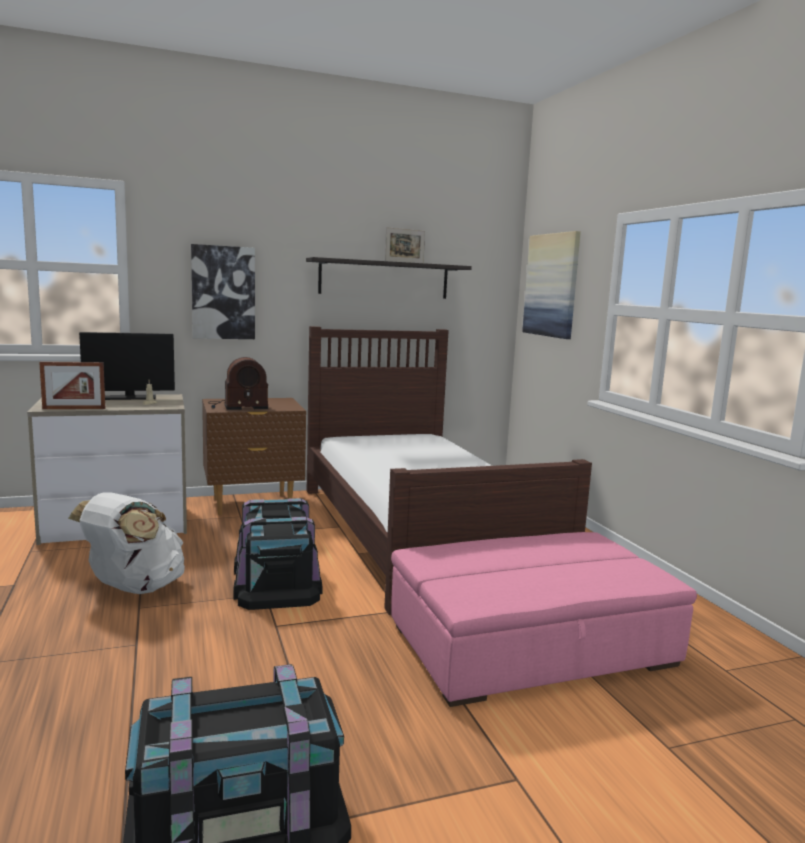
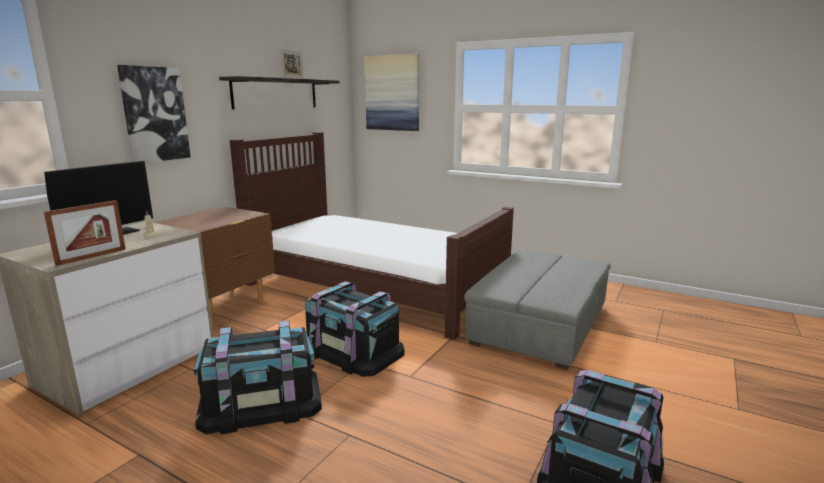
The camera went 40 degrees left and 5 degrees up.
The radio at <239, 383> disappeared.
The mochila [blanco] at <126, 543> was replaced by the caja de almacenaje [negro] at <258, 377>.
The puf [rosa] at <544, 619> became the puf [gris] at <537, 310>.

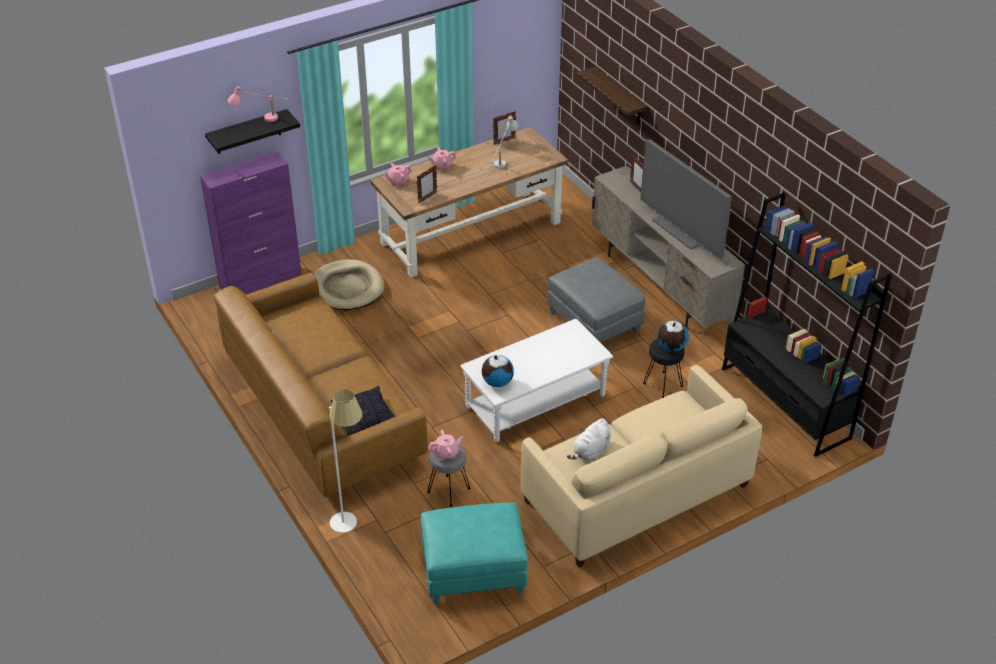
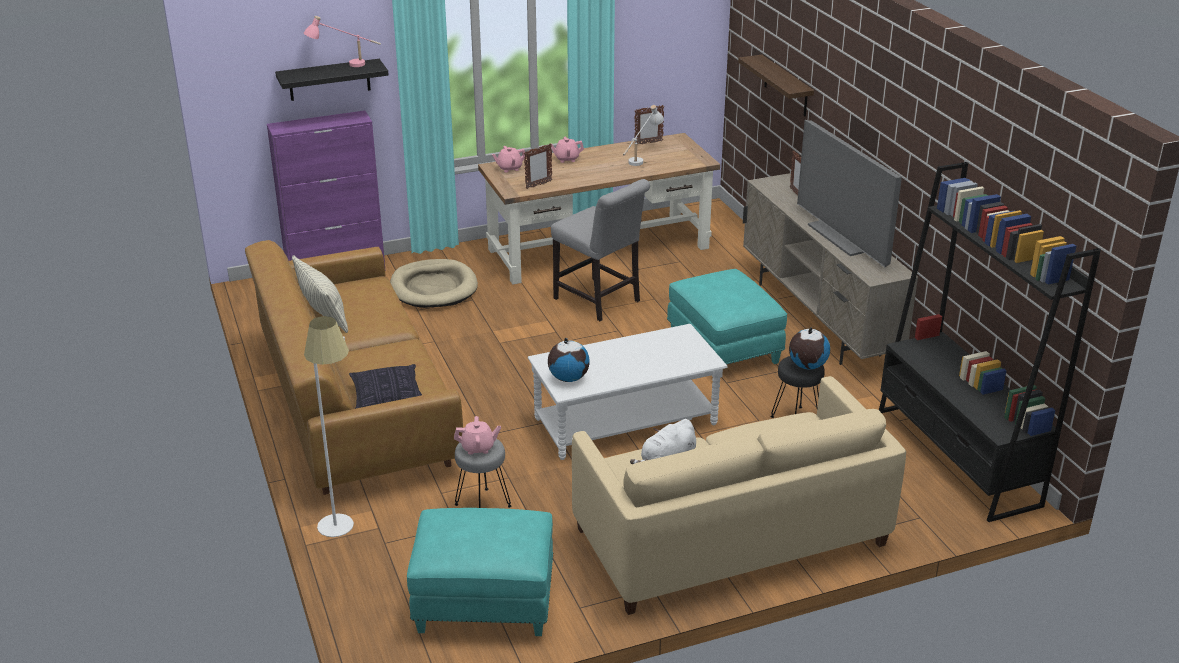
The camera went 10 degrees right and 10 degrees down.
The cojín at <320, 294> appeared.
The silla [gris] at <600, 250> appeared.
The puf [gris] at <596, 300> became the puf [turquesa] at <727, 317>.

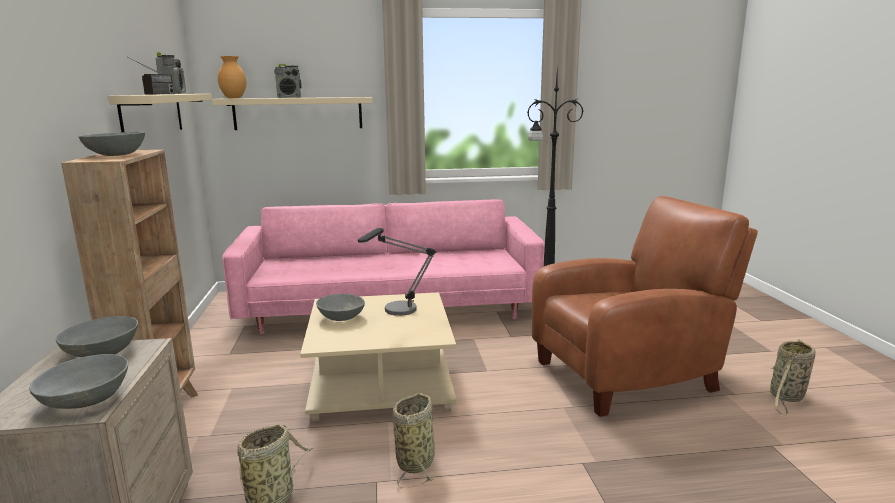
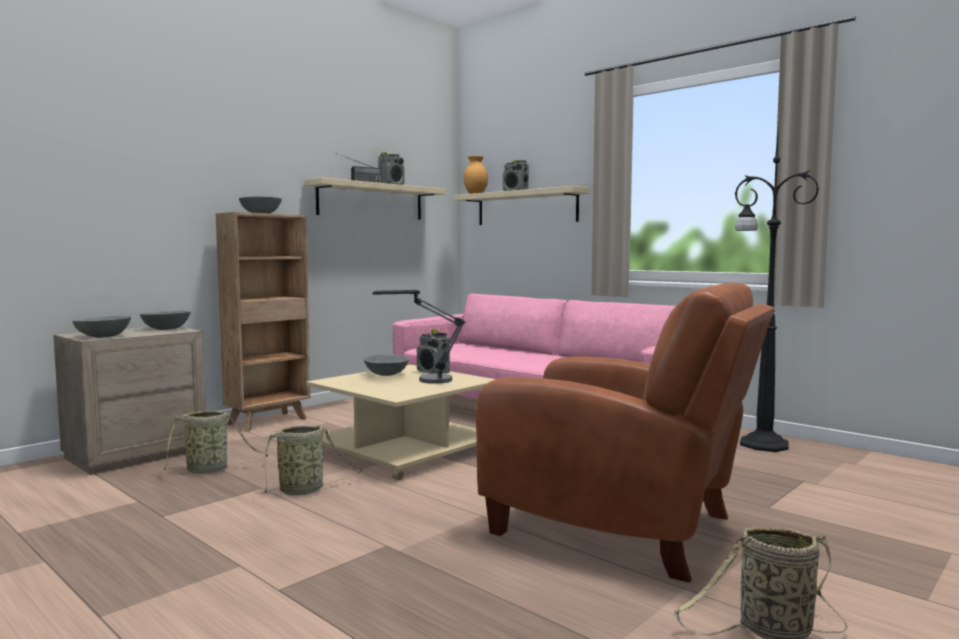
The camera went 50 degrees right and 10 degrees down.
The radio at <433, 351> appeared.

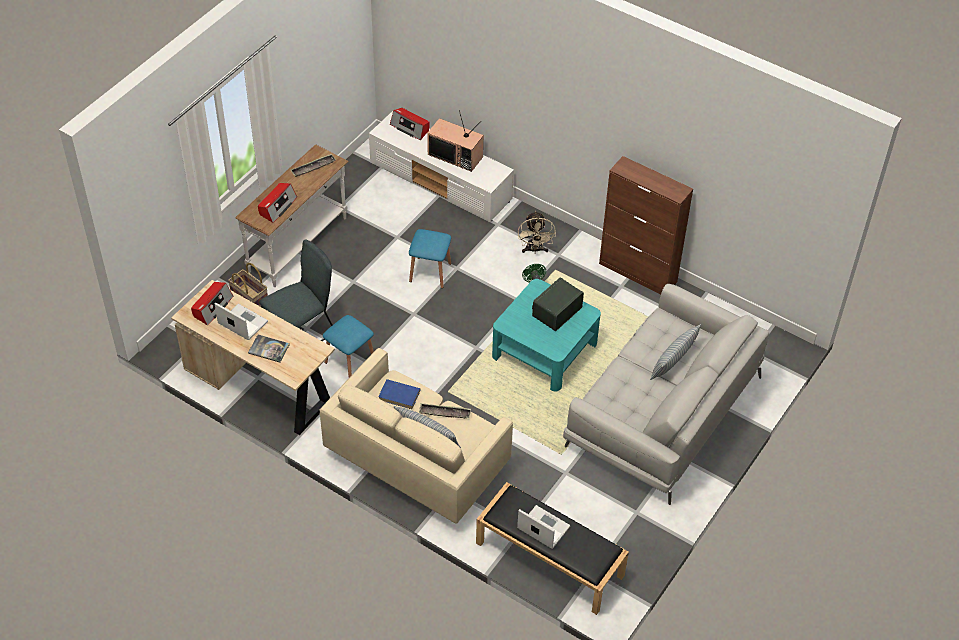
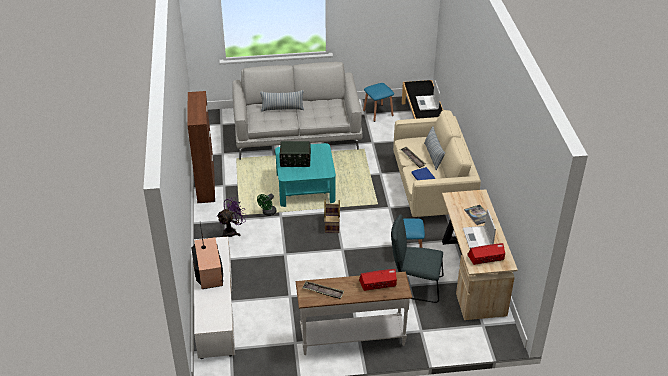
The camera went 130 degrees left and 10 degrees down.
The radio at <410, 124> disappeared.
The cesta moved from <248, 285> to <332, 216>.
The taburete [azul] moved from <430, 258> to <378, 102>.
The ventilador [beis] at <537, 232> became the ventilador [morado] at <231, 217>.

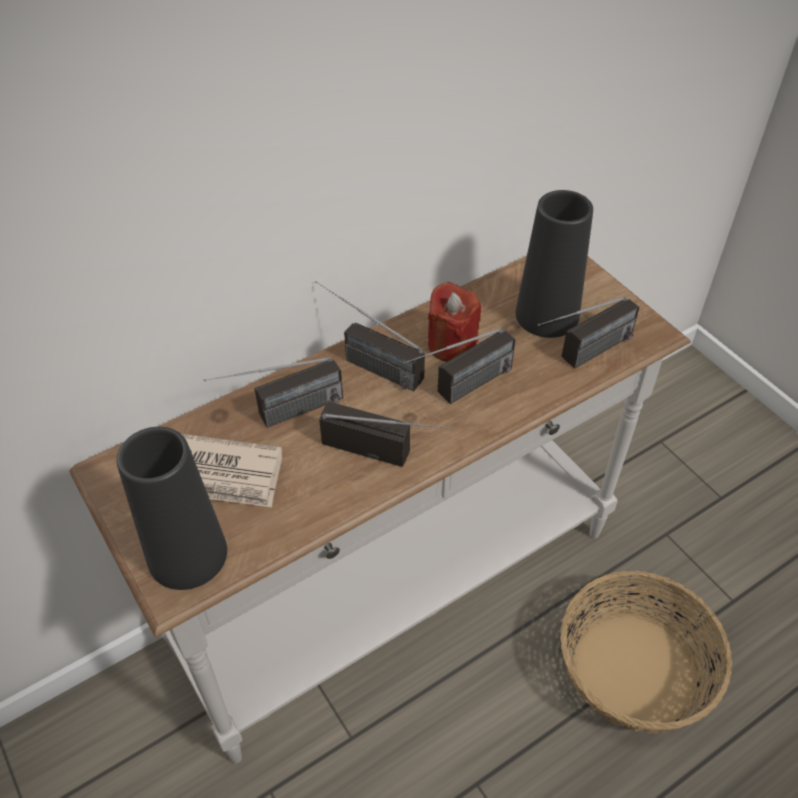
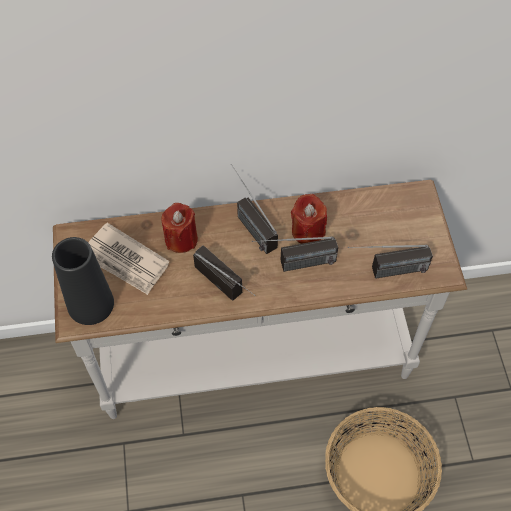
The camera went 25 degrees right and 10 degrees up.
The florero [negro] at <554, 264> disappeared.
The radio at <273, 392> was replaced by the vela [rojo] at <179, 228>.

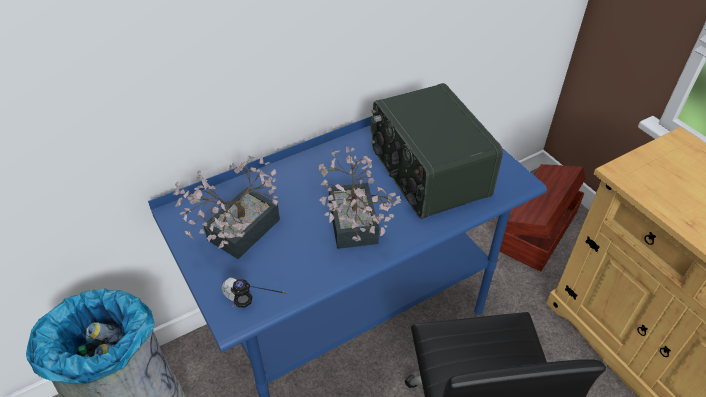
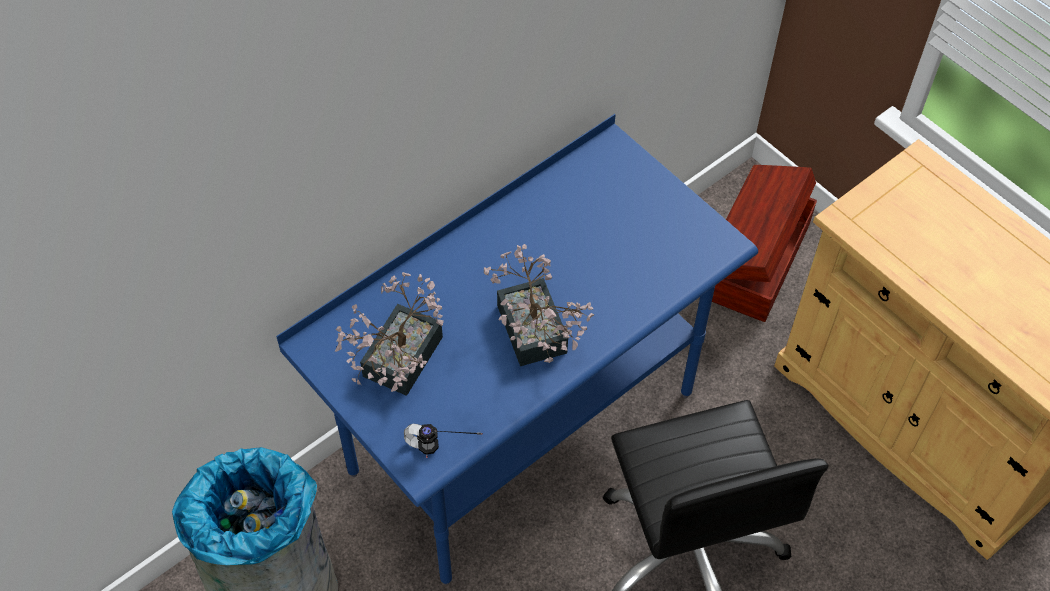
The camera went 10 degrees left and 10 degrees up.
The radio at <436, 151> disappeared.

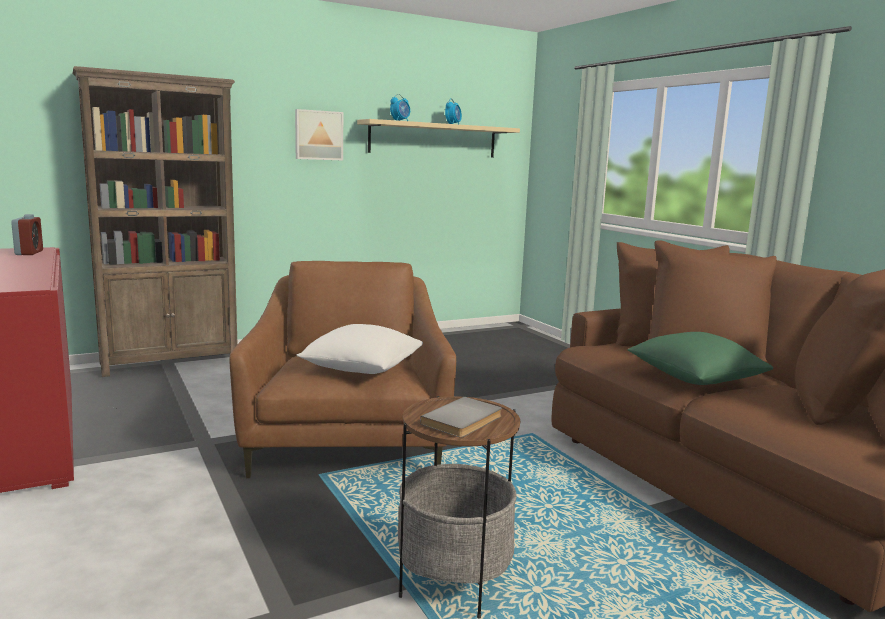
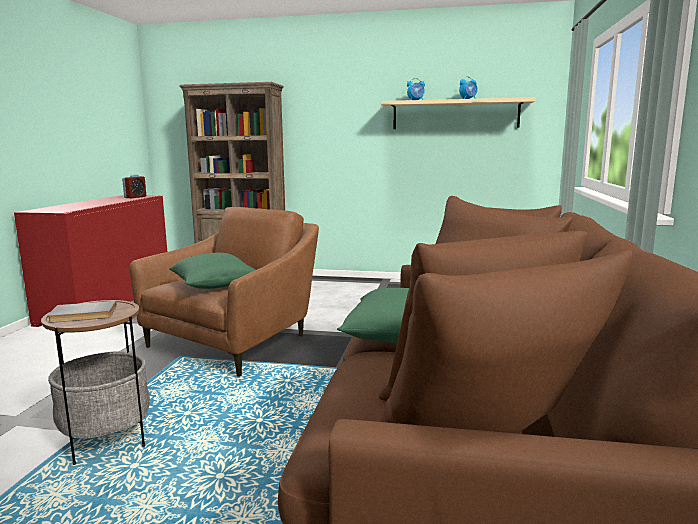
The camera went 40 degrees right and 0 degrees up.
The cuadro at <319, 134> disappeared.
The cojín [blanco] at <360, 349> became the cojín [verde] at <212, 271>.

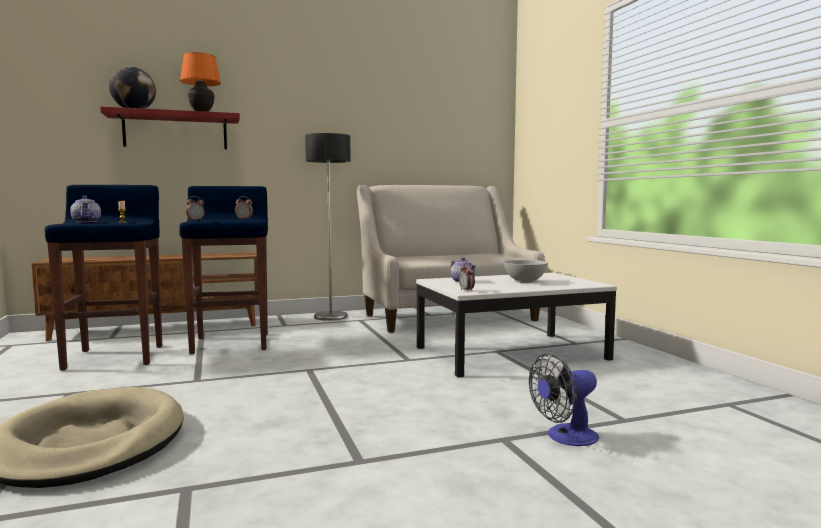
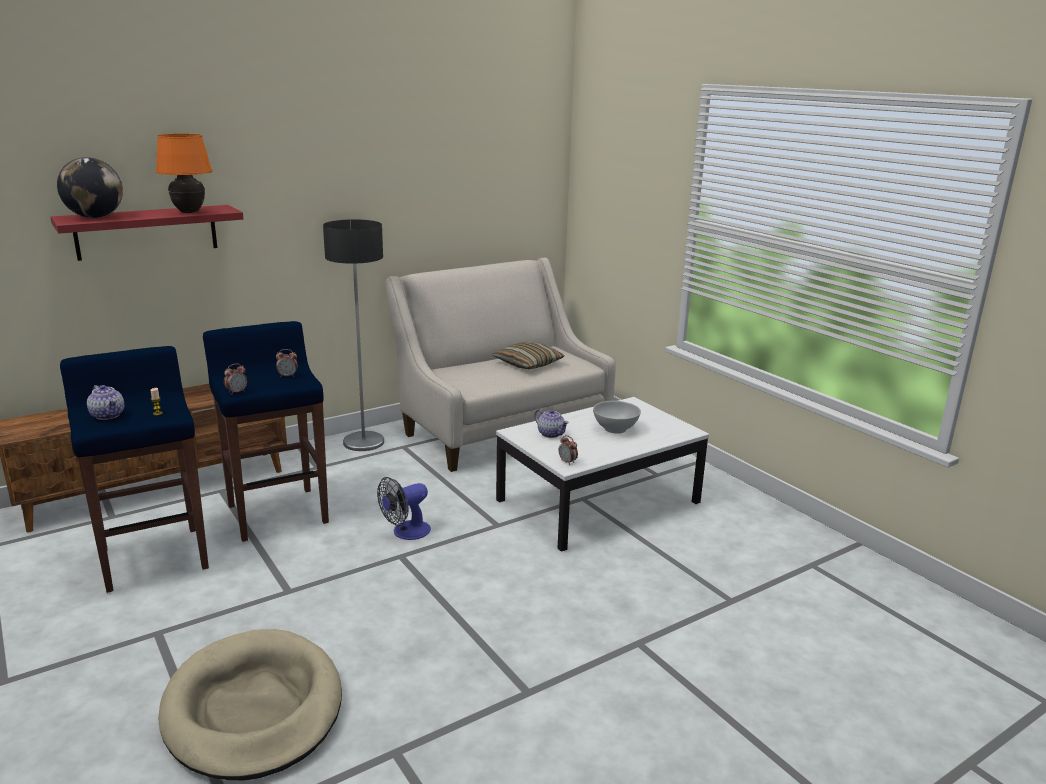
The camera went 15 degrees left and 15 degrees up.
The cojín at <528, 355> appeared.
The ventilador moved from <564, 399> to <404, 508>.

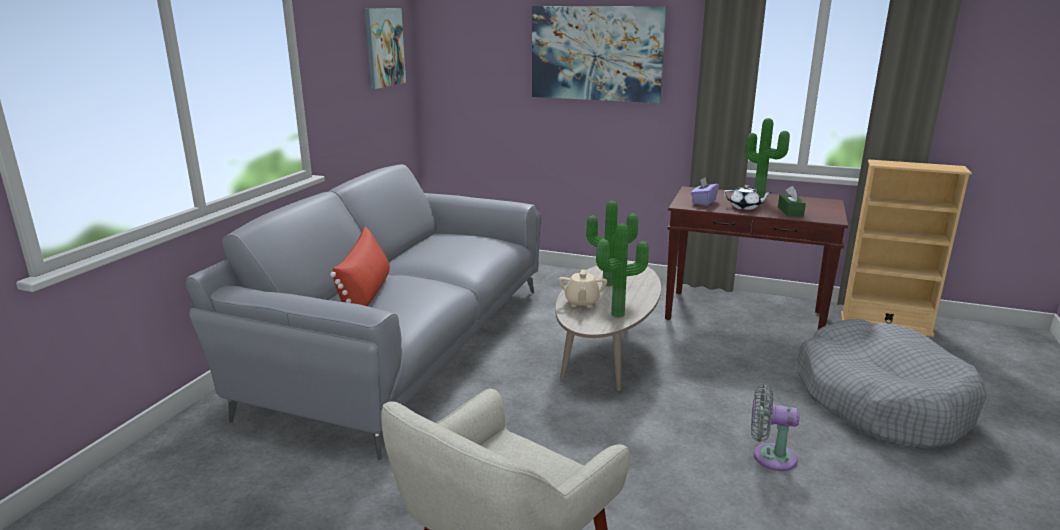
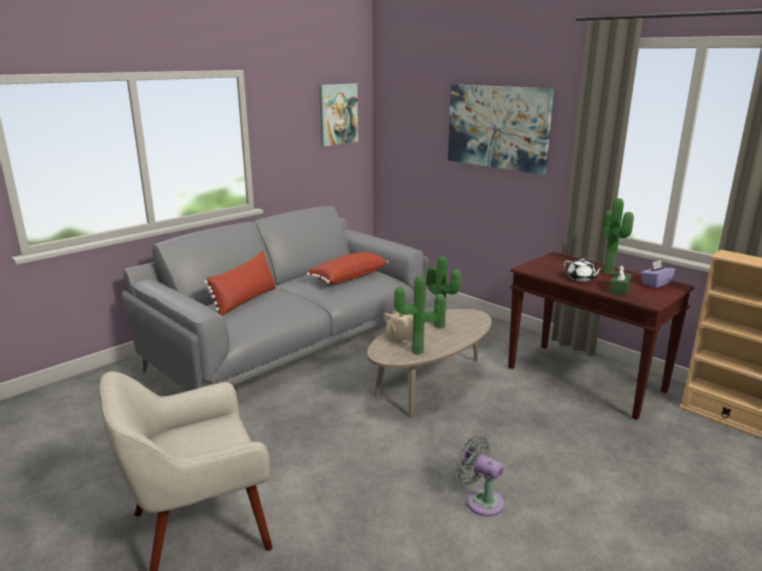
The camera went 25 degrees right and 0 degrees up.
The cama para perro [gris] at <892, 384> disappeared.
The cojín [rojo] at <347, 268> appeared.
The caja de pañuelos [morado] moved from <705, 191> to <658, 274>.

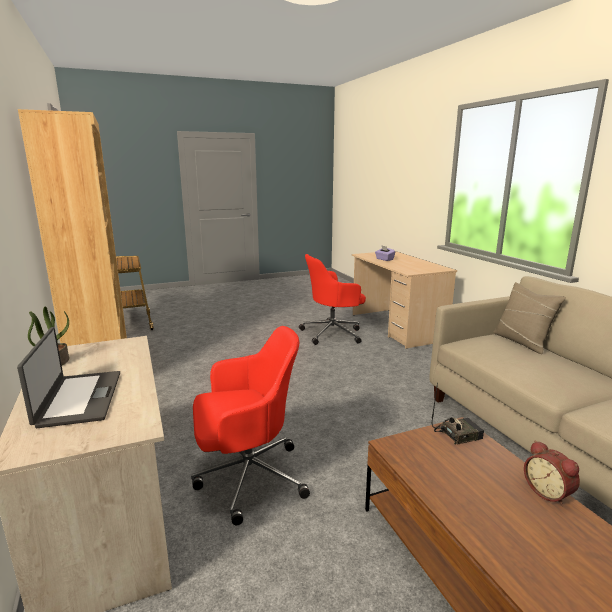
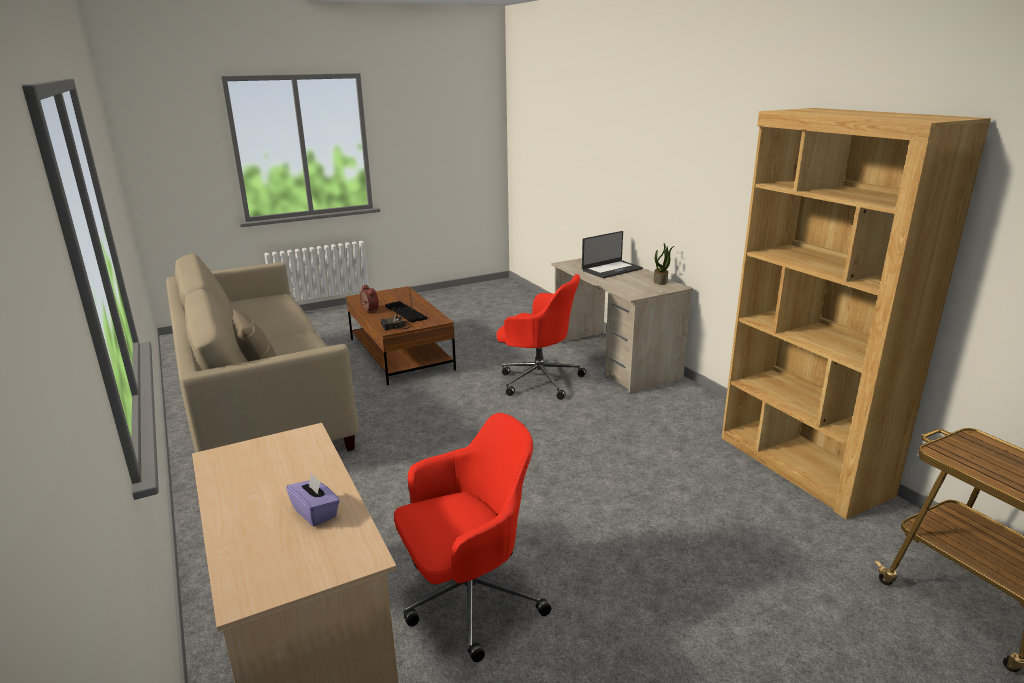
The camera went 175 degrees right and 5 degrees up.
The teclado at <406, 311> appeared.
The portátil at <68, 377> turned 105 degrees counterclockwise.
The silla de oficina [rojo] at <250, 425> turned 135 degrees counterclockwise.

